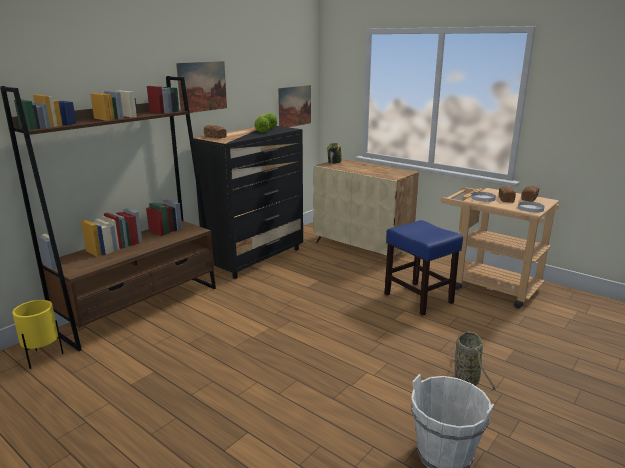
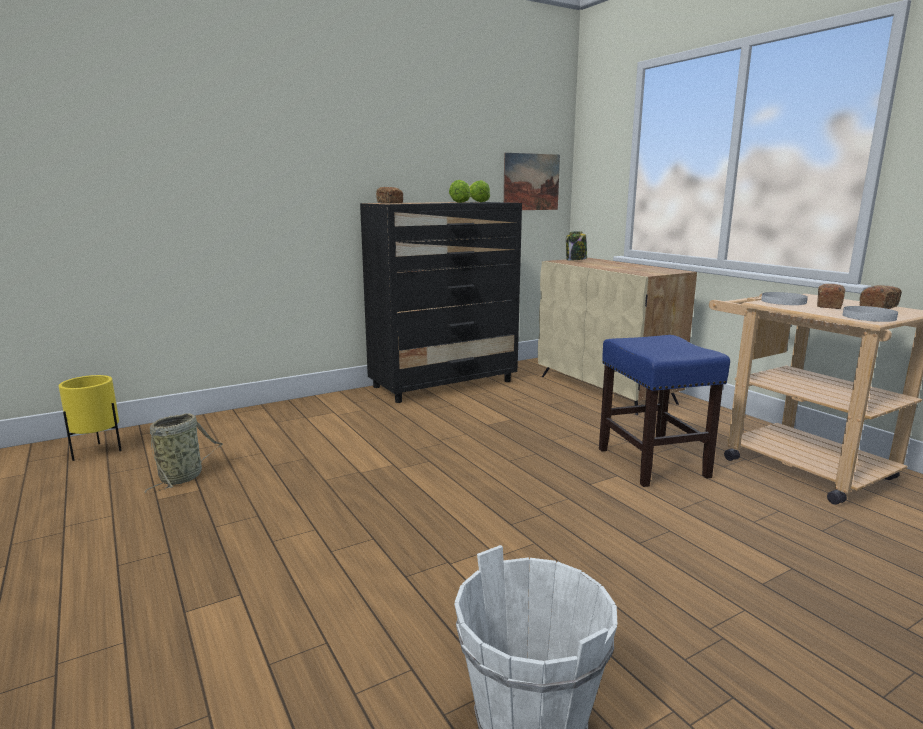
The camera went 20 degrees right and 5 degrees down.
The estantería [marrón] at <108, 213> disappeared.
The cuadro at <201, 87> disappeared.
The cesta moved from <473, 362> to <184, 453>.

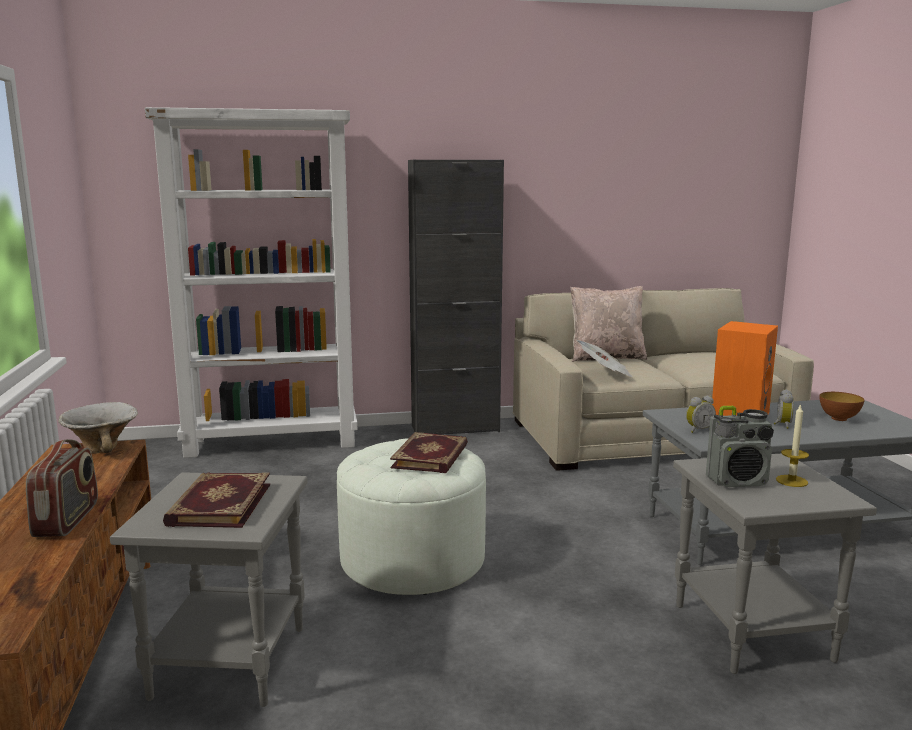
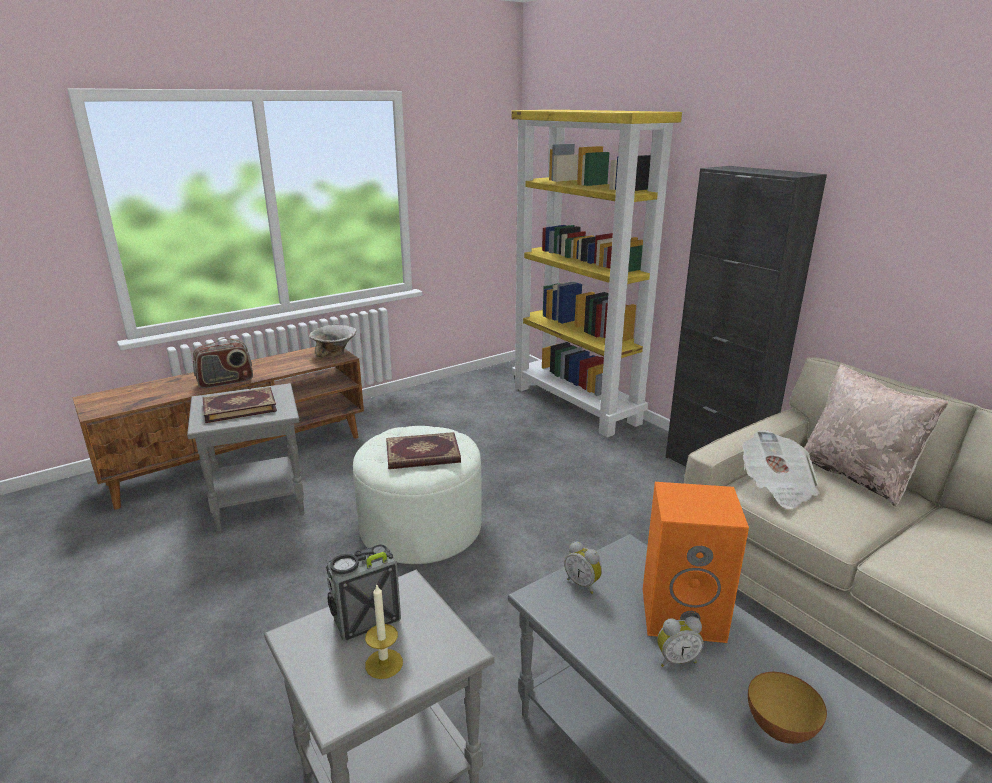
The camera went 65 degrees right and 10 degrees up.
The estantería [blanco] at <251, 282> became the estantería [amarillo] at <597, 274>.
The radio at <740, 446> turned 90 degrees clockwise.

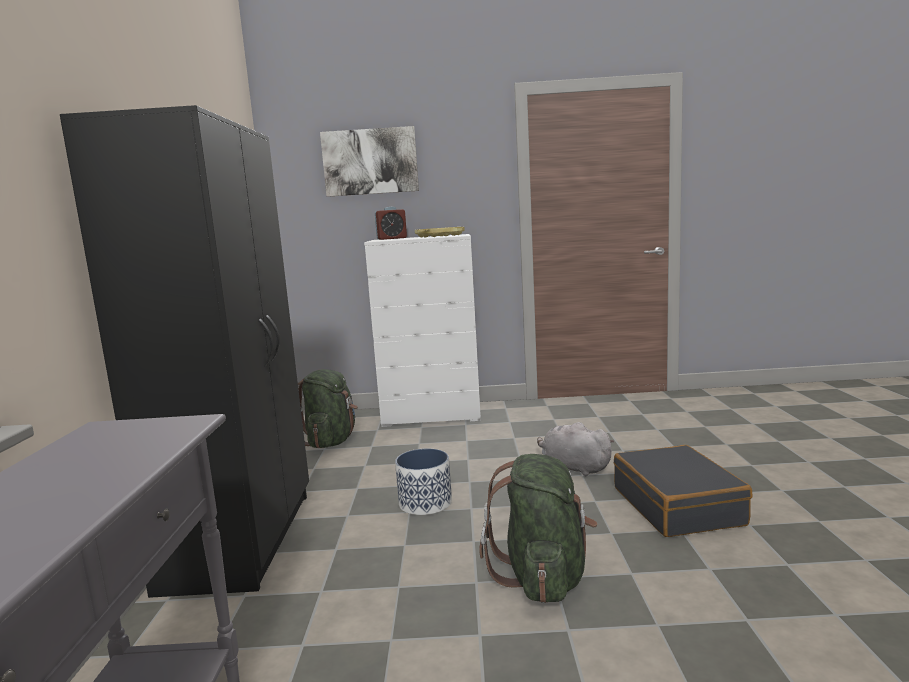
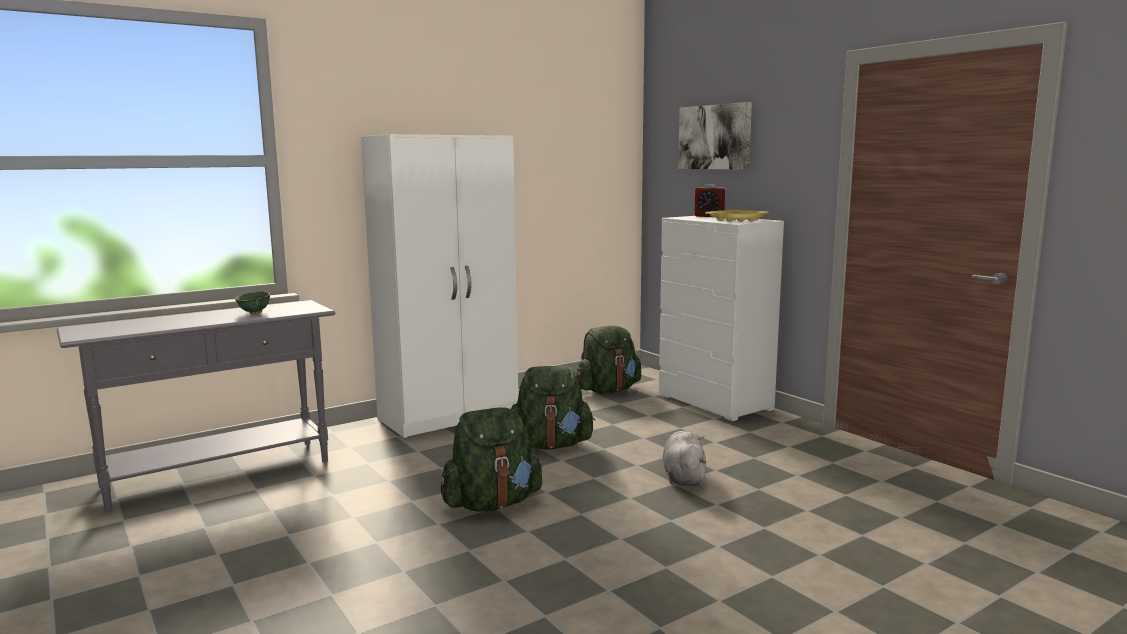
The camera went 55 degrees right and 0 degrees up.
The maleta [negro] at <683, 491> disappeared.
The cuenco [verde] at <252, 302> appeared.
The maceta at <423, 481> was replaced by the mochila [verde] at <553, 408>.
The armario ropero [negro] at <184, 351> became the armario ropero [blanco] at <439, 286>.

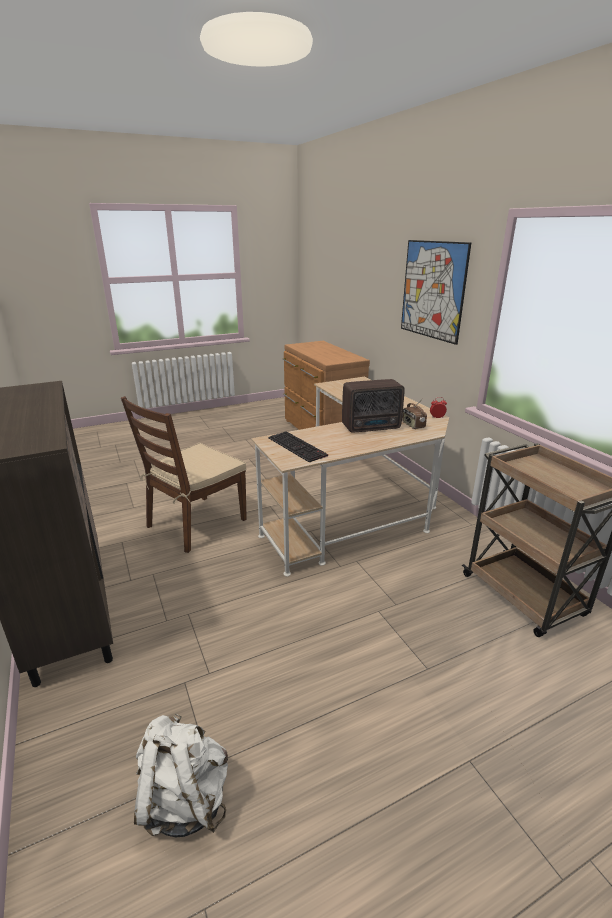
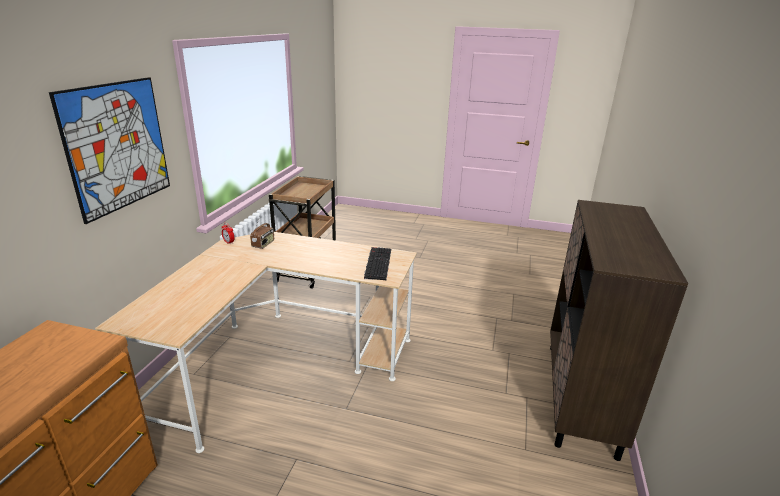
The camera went 140 degrees left and 0 degrees up.
The silla [marrón] at <184, 474> disappeared.
The mochila [blanco] at <181, 775> disappeared.
The radio at <373, 406> disappeared.

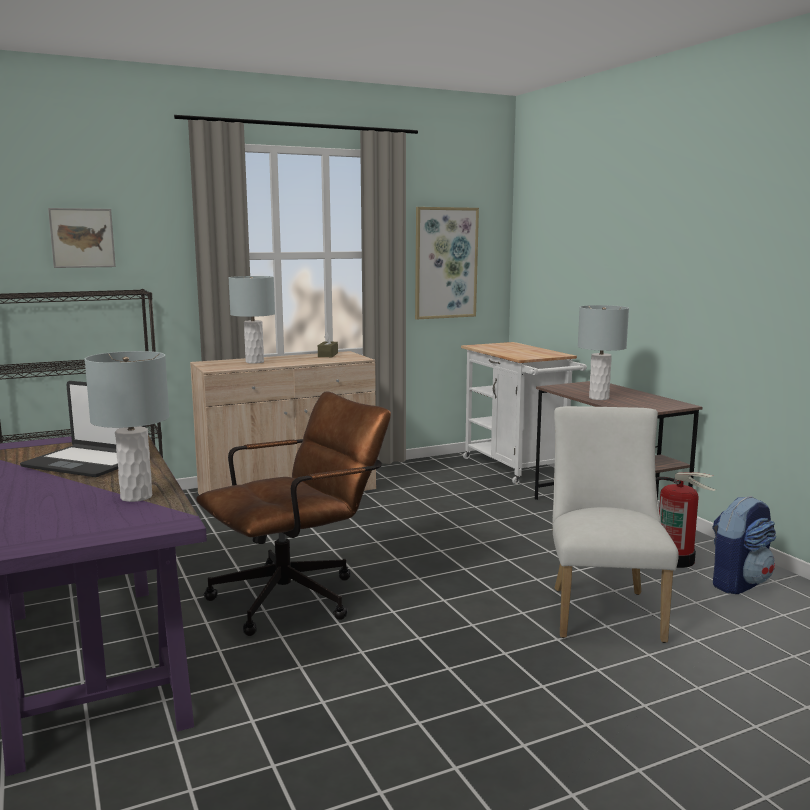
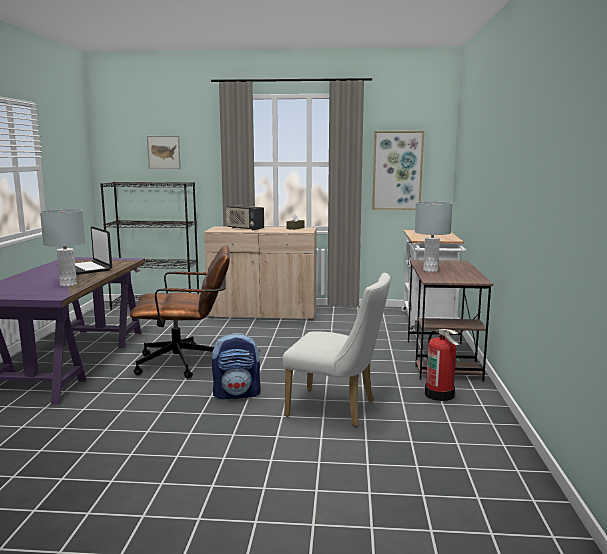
The camera went 30 degrees right and 0 degrees up.
The mochila moved from <744, 545> to <236, 366>.
The lámpara de mesa [gris] at <251, 320> was replaced by the radio at <245, 217>.
The silla [blanco] at <616, 524> turned 75 degrees clockwise.

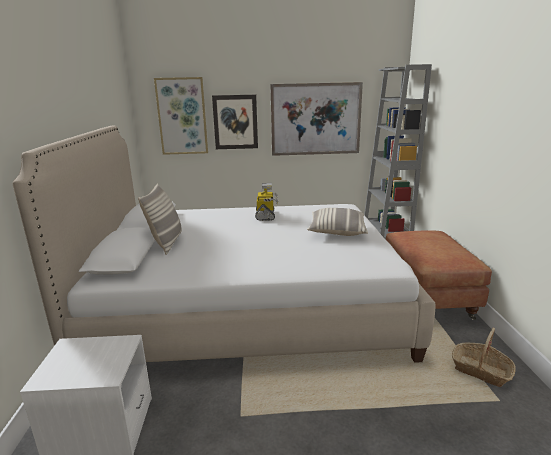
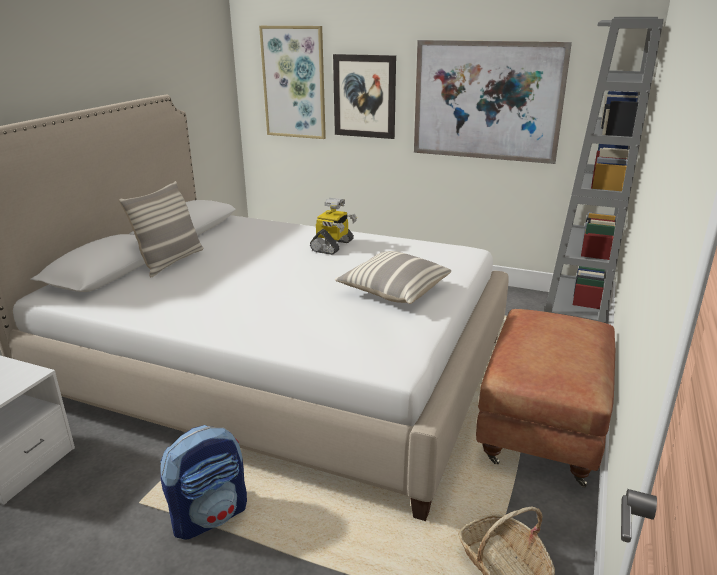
The camera went 25 degrees right and 5 degrees up.
The mochila at <203, 482> appeared.

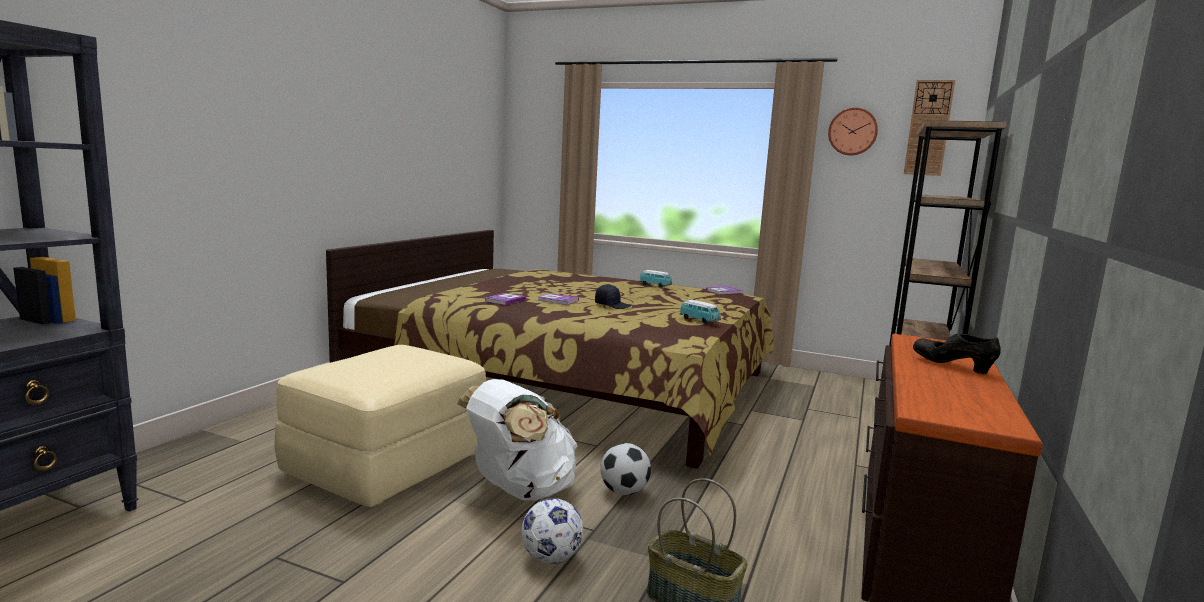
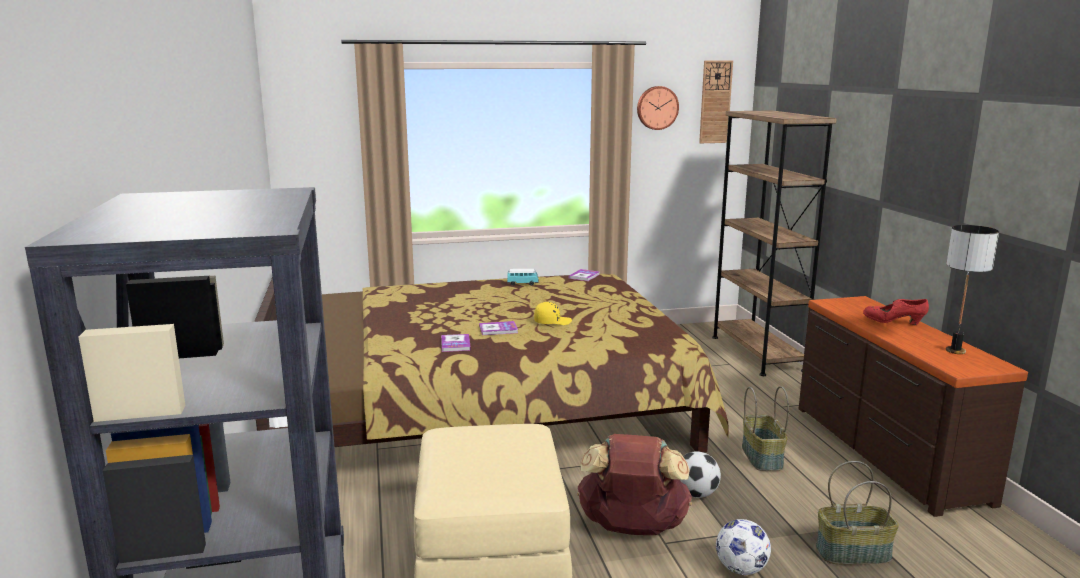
The camera went 35 degrees left and 5 degrees up.
The coche de juguete at <700, 312> disappeared.
The cesta at <765, 428> appeared.
The lámpara de mesa at <972, 289> appeared.
The mochila [blanco] at <517, 440> became the mochila [marrón] at <634, 484>.
The gorra [negro] at <613, 296> became the gorra [amarillo] at <553, 313>.
The zapato [negro] at <957, 354> became the zapato [rojo] at <896, 312>.

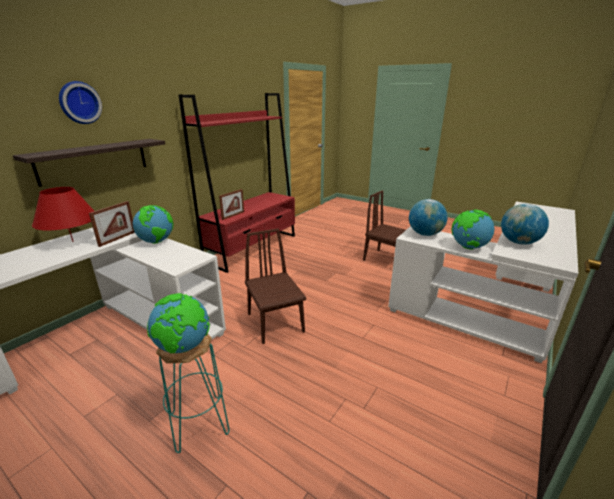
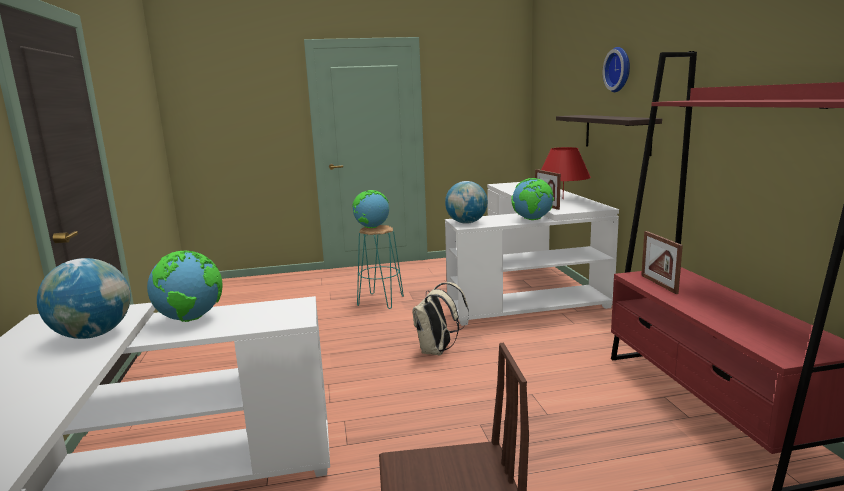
The camera went 135 degrees right and 10 degrees down.
The globo terráqueo moved from <428, 217> to <466, 202>.
The silla [marrón] at <275, 286> was replaced by the mochila [beis] at <441, 318>.

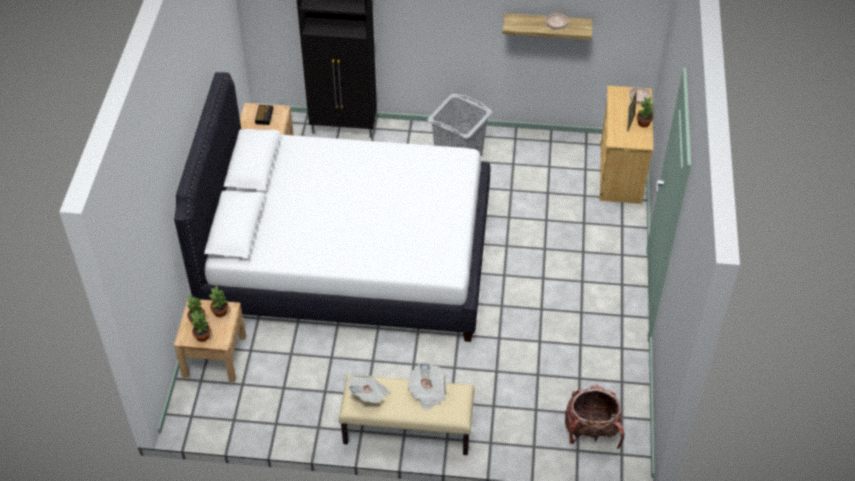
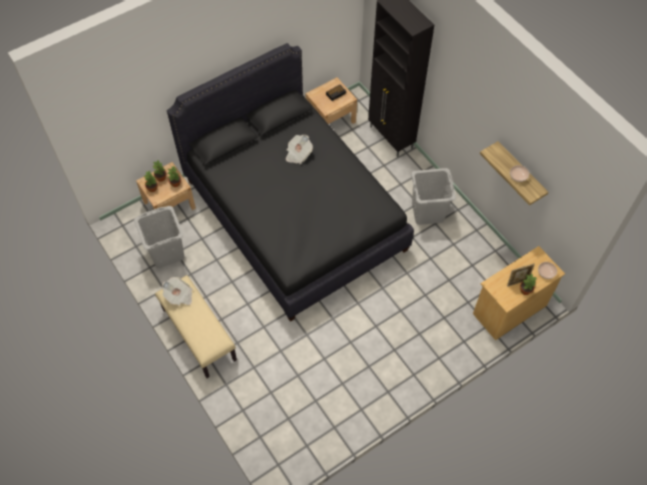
The camera went 50 degrees right and 10 degrees up.
The mochila at <594, 416> disappeared.
The cesto de la ropa [gris] at <159, 237> appeared.
The periódico moved from <427, 386> to <299, 149>.
The cama [blanco] at <332, 207> became the cama [negro] at <290, 182>.

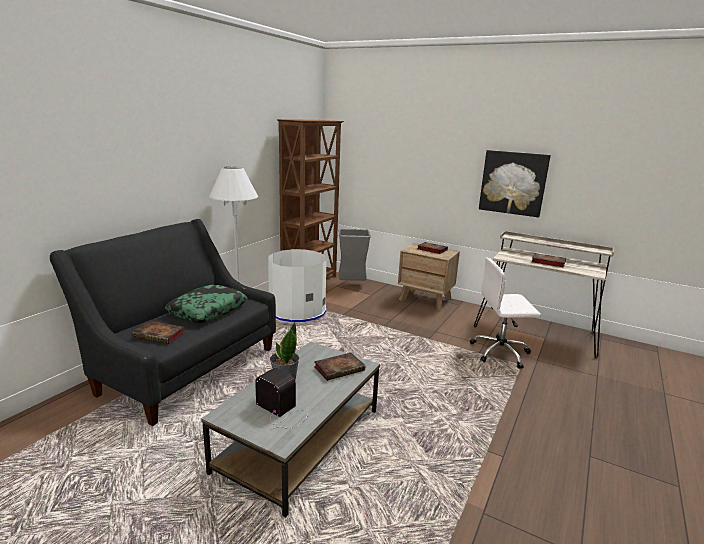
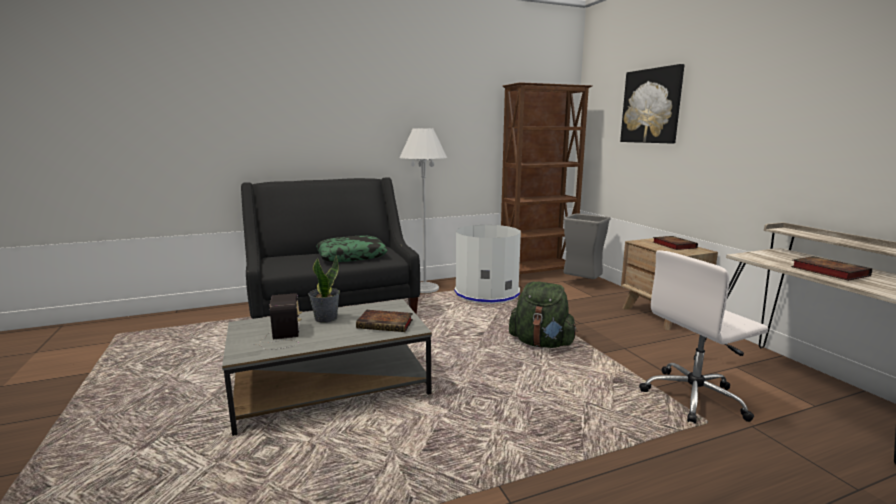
The camera went 40 degrees right and 5 degrees down.
The libro at <158, 332> disappeared.
The mochila [verde] at <543, 314> appeared.
The cuadro moved from <515, 183> to <652, 104>.
The silla de oficina [blanco] at <505, 313> turned 60 degrees counterclockwise.

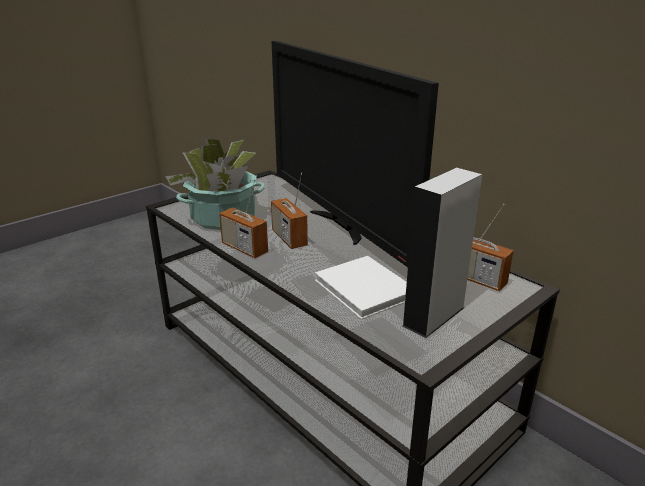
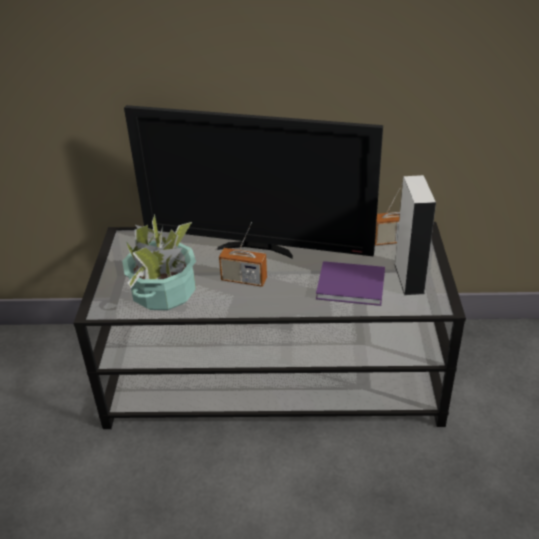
The camera went 45 degrees left and 10 degrees up.
The radio at <243, 218> disappeared.
The libro [blanco] at <361, 288> became the libro [morado] at <350, 283>.

